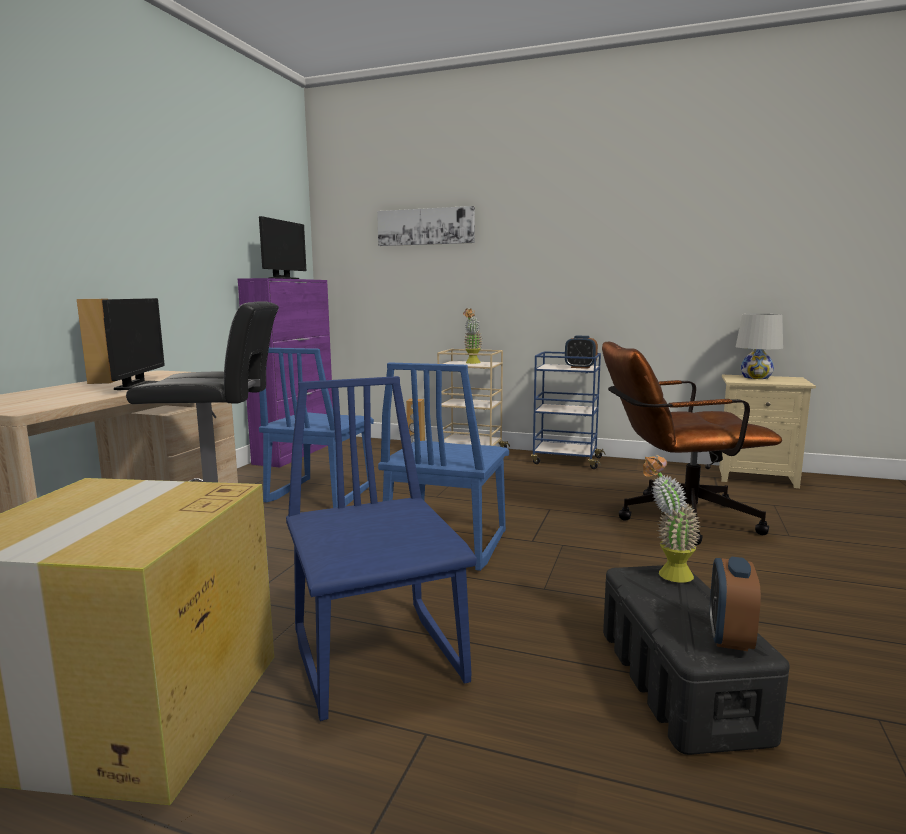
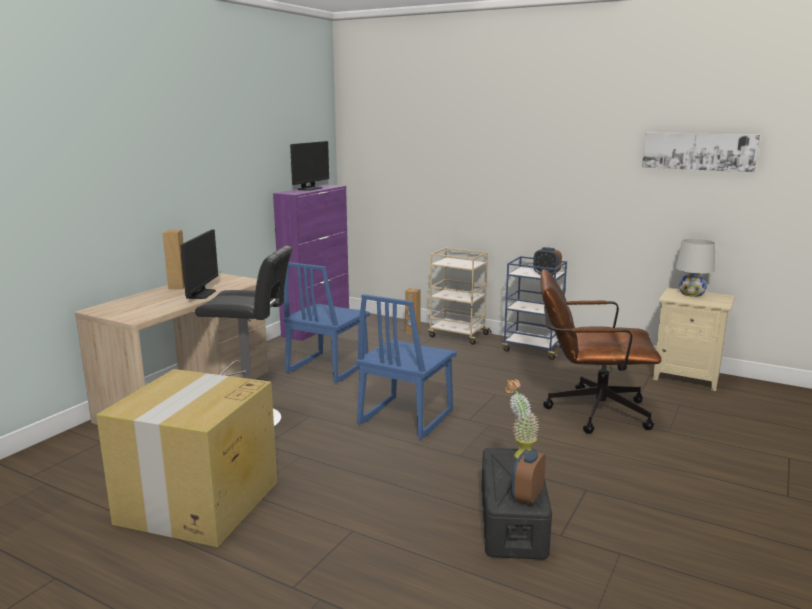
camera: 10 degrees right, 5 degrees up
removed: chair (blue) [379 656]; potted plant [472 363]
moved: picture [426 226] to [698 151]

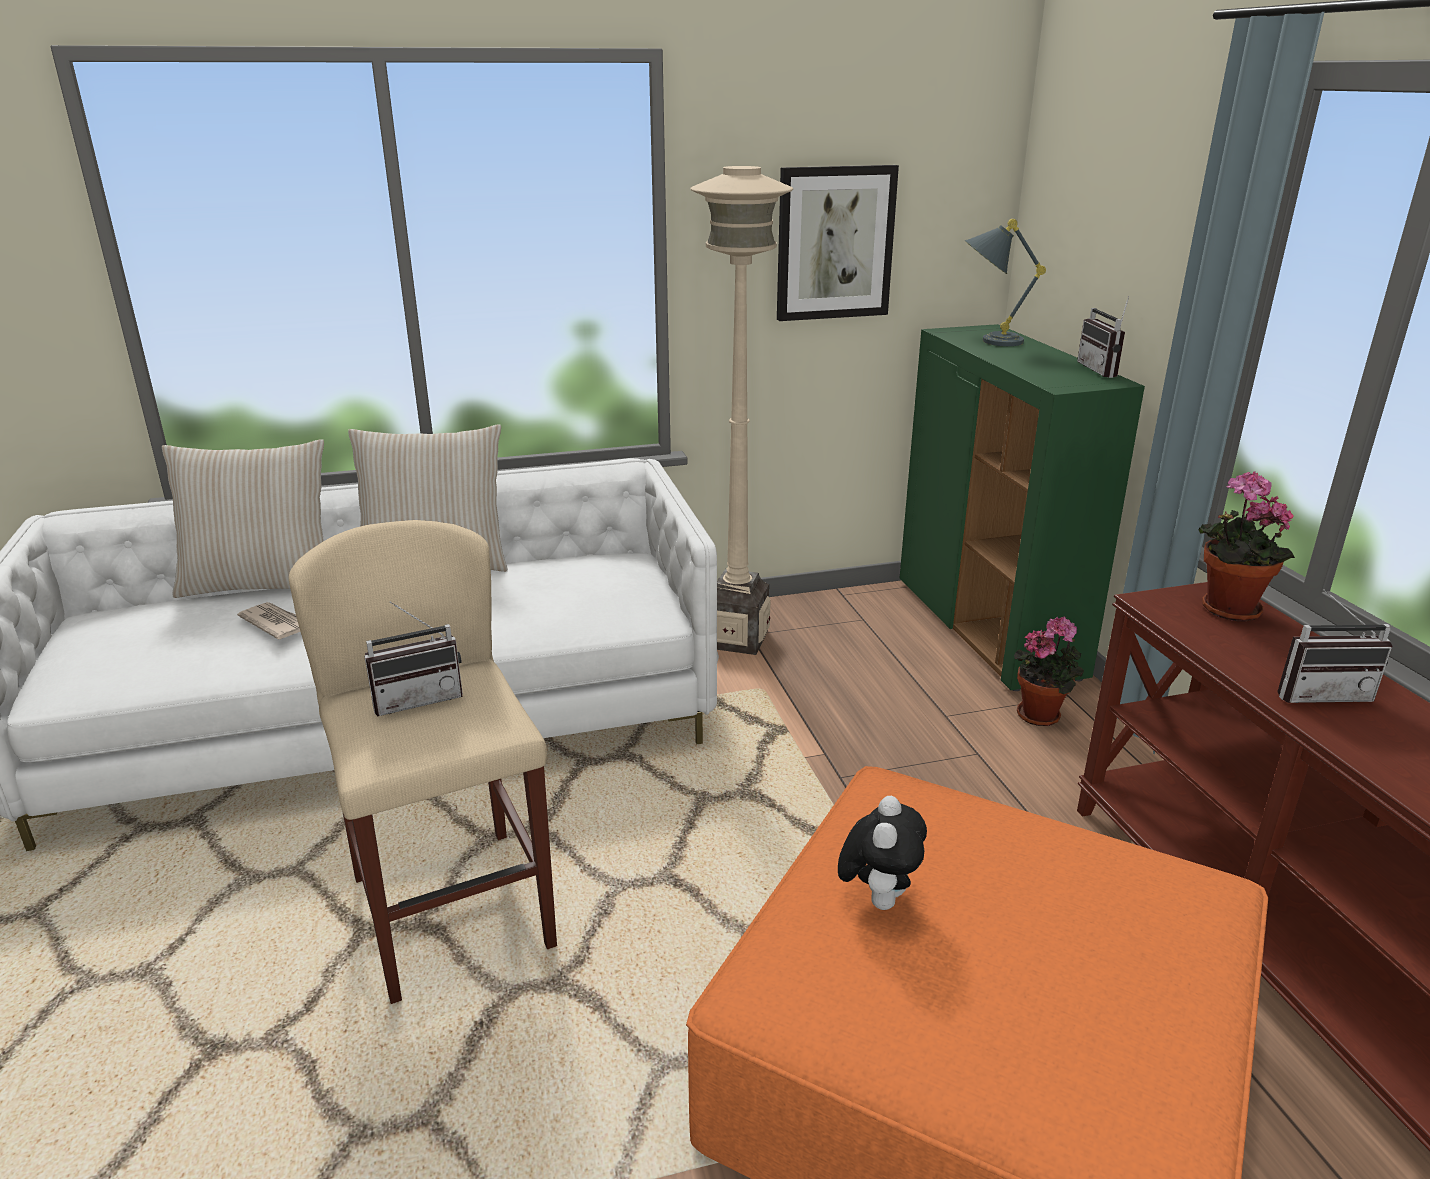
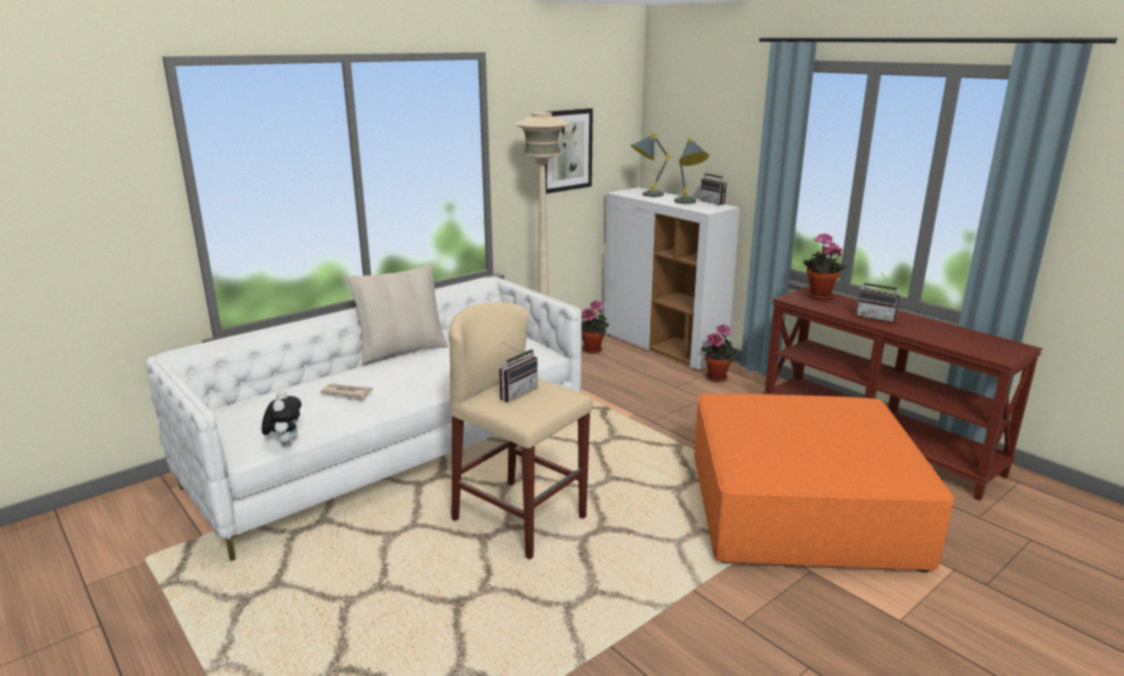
camera: 25 degrees left, 5 degrees down
removed: pillow (beige) [262 583]
added: potted plant [593 350]; table lamp (grey) [688 203]
moved: plush toy [878 898] to [286 443]
recoloured: cabinet (green) [988 629] to cabinet (white) [663 347]
turned: radio [1319 693] = [877 317] 60 degrees clockwise

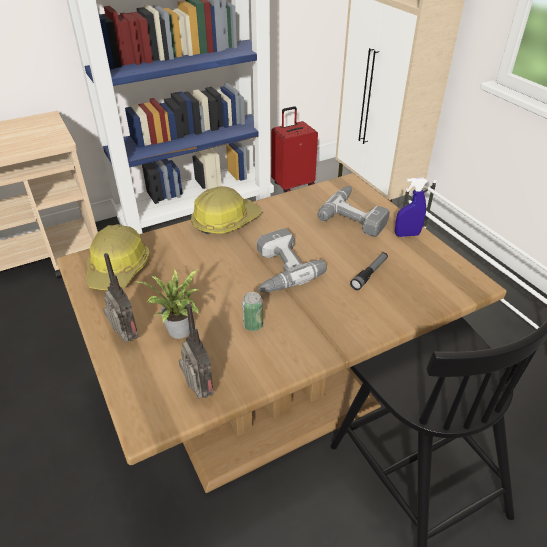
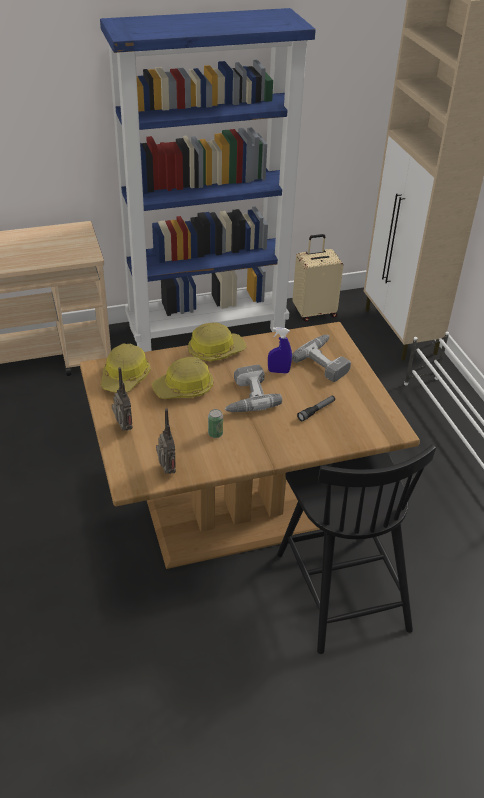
camera: 10 degrees right, 0 degrees up
removed: potted plant [179 332]
added: hard hat [184 388]
moved: spray bottle (blue) [407 235] to [278 371]
recoloured: suitcase (red) [293 184] to suitcase (beige) [314 312]

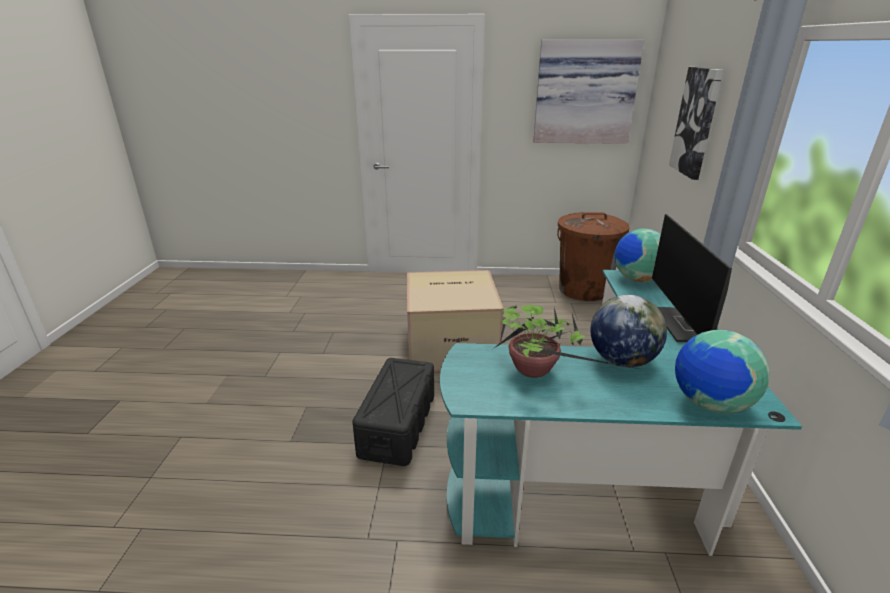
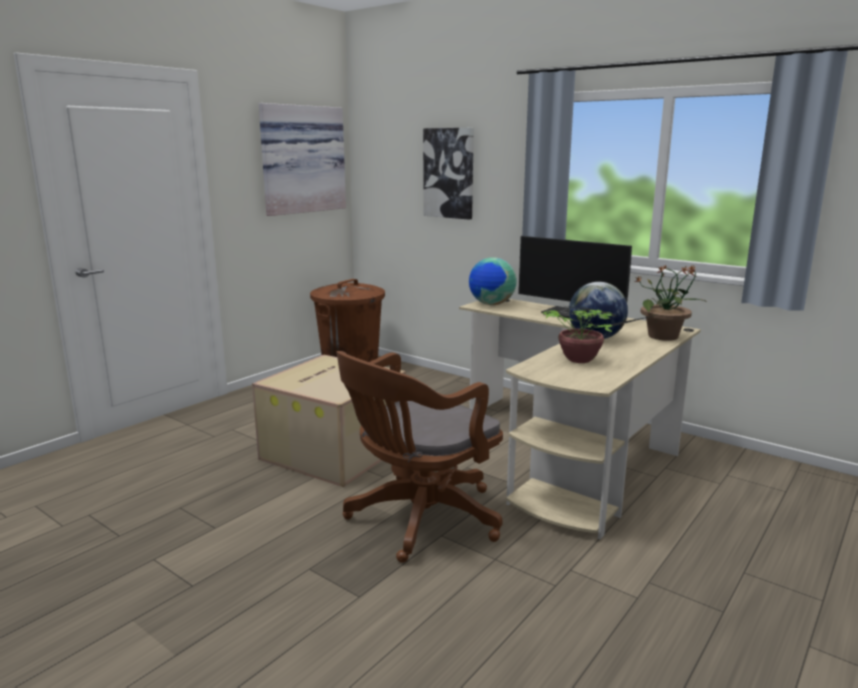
camera: 55 degrees left, 10 degrees down
replaced: storage box (black) [398 424] to office chair (brown) [418 520]; globe [709 404] to potted plant [664 336]
recoloured: desk (turquoise) [603 466] to desk (beige) [573 453]

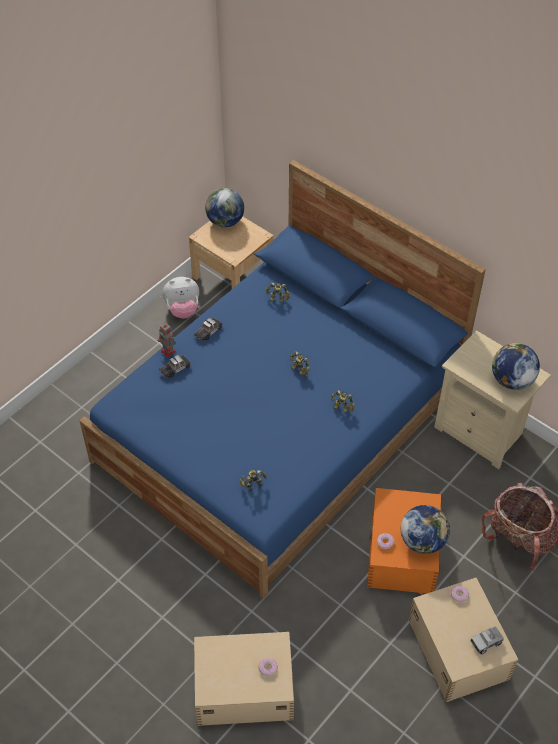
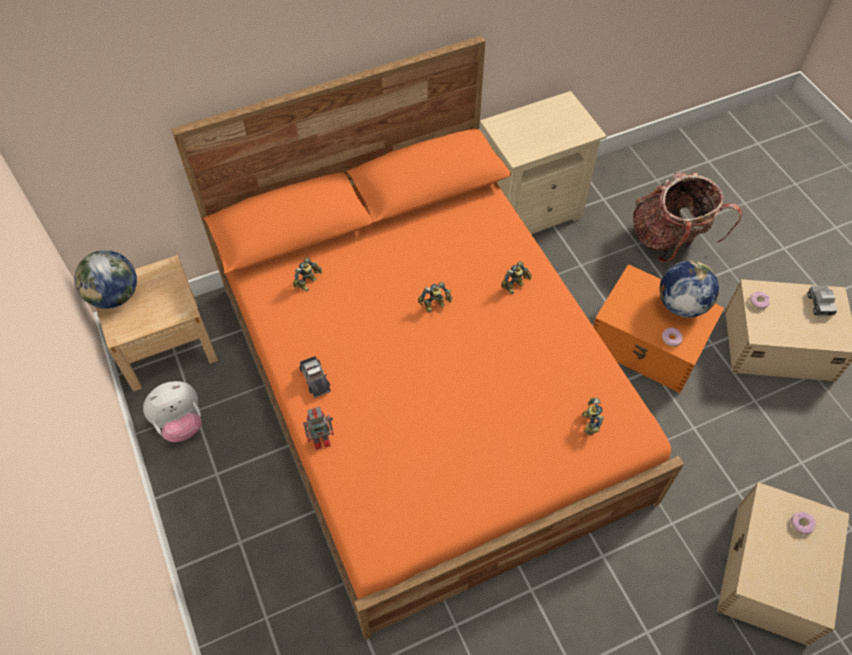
camera: 65 degrees left, 5 degrees up
removed: toy car [175 368]; globe [511 380]
recoloured: bed (blue) [280 425] to bed (orange) [426 387]
turned: plush toy [183 310] = [180 423] 45 degrees clockwise

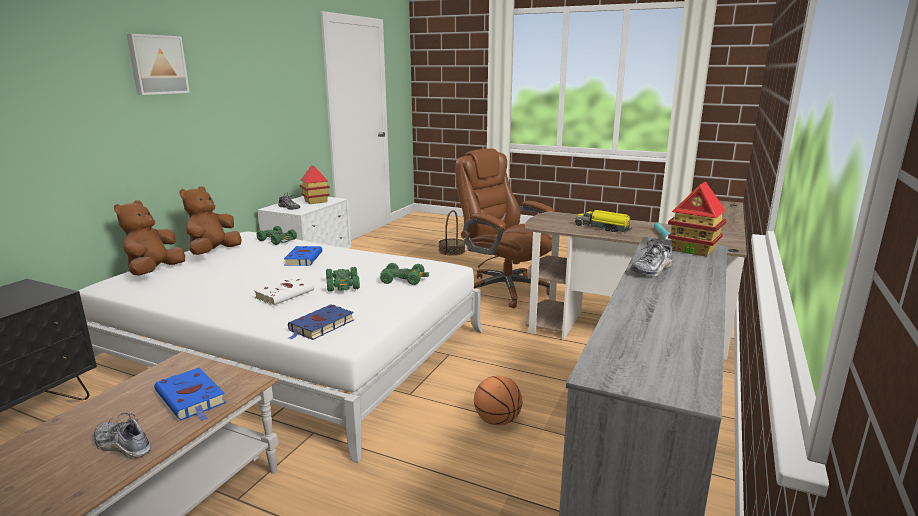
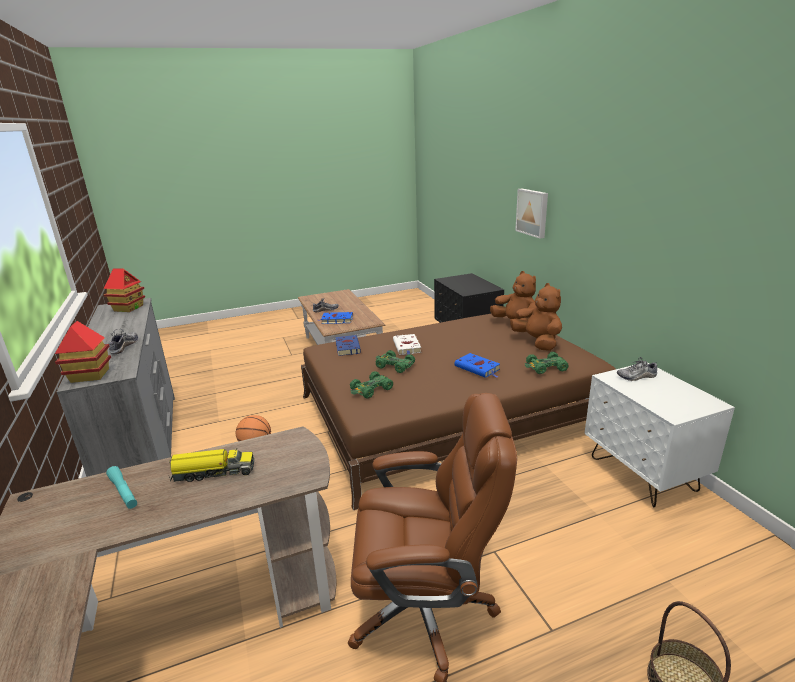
camera: 135 degrees right, 5 degrees up
moved: picture [157 64] to [533 212]; toy house [315 201] to [128 308]
recoloured: bed (white) [292 348] to bed (brown) [448 413]

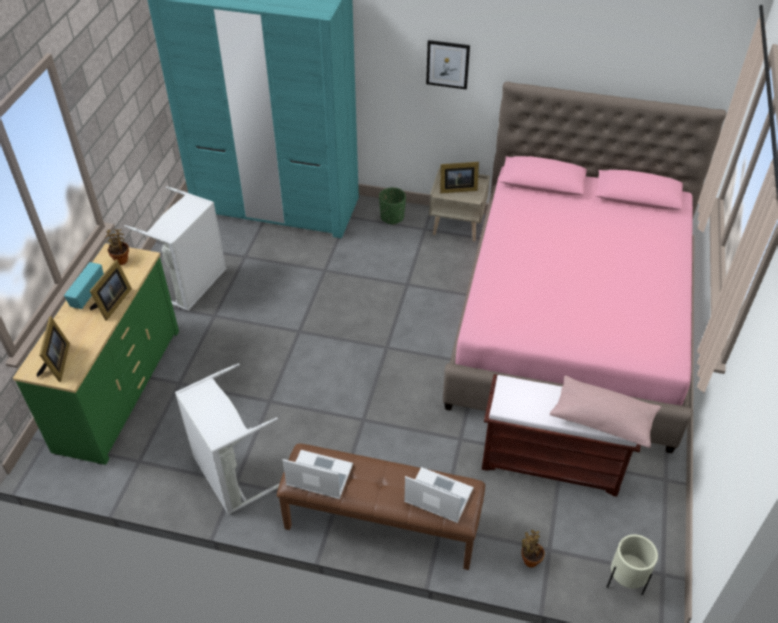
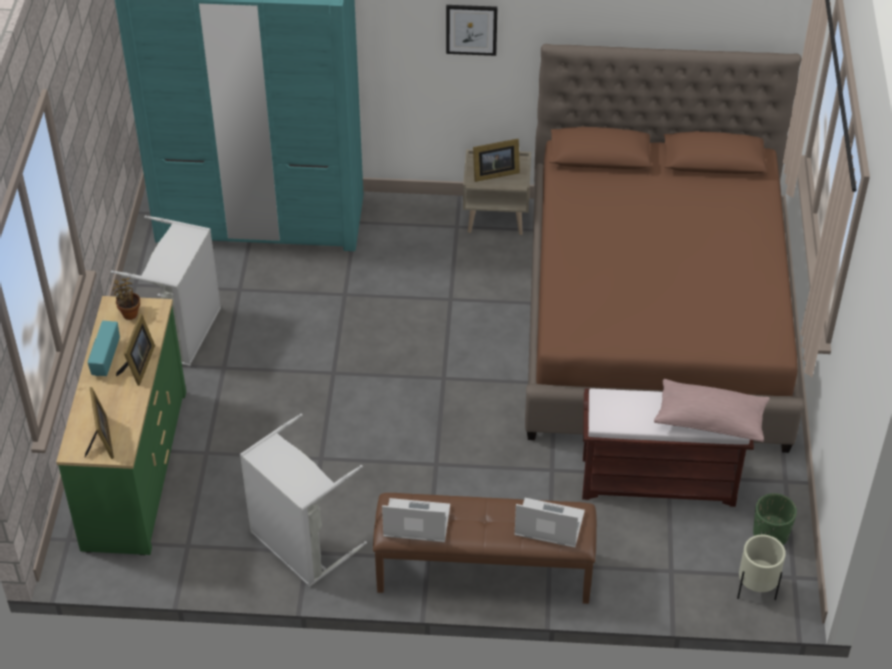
camera: 10 degrees left, 0 degrees up
removed: potted plant [530 559]
moved: planter (green) [392 217] to [770 534]
recoloured: bed (pink) [571 322] to bed (brown) [655 320]

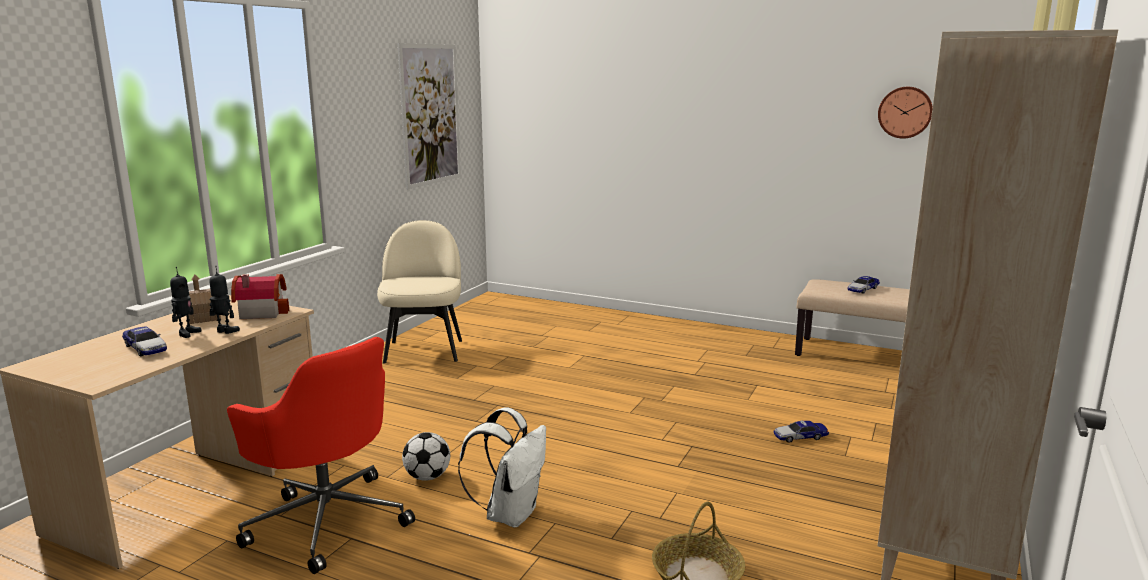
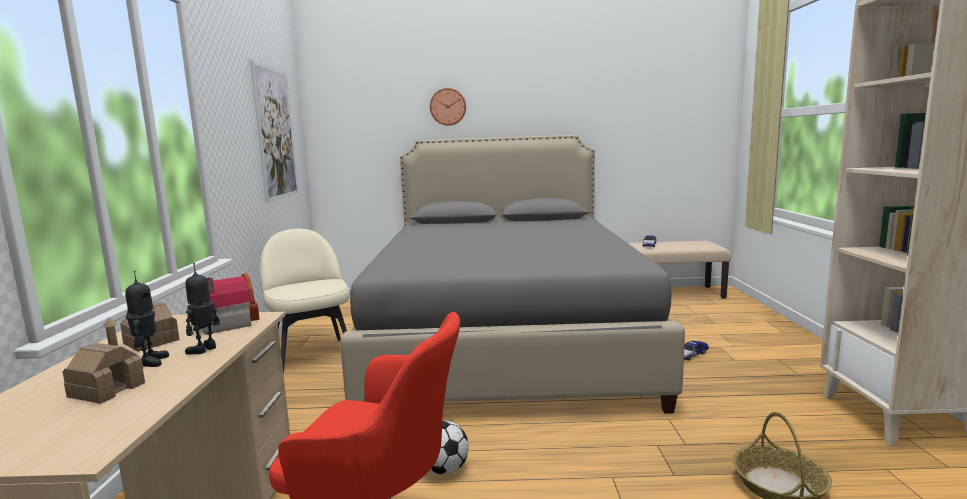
camera: 25 degrees left, 5 degrees down
removed: backpack (white) [510 513]
added: bed (grey) [505 338]
moved: wall clock [905 112] to [448 107]
replaced: toy car [145 348] to toy house [107 390]
turned: toy robot [225 331] = [205 350] 60 degrees counterclockwise

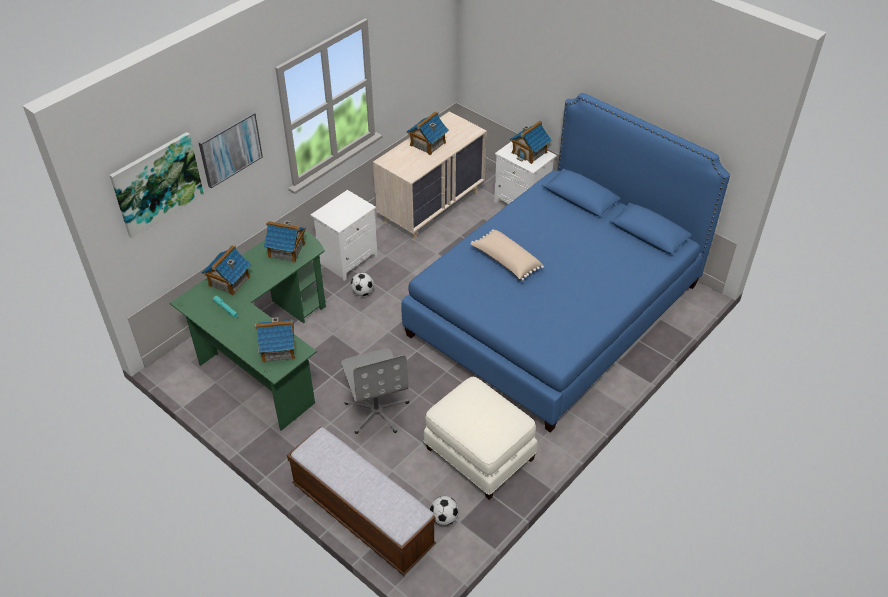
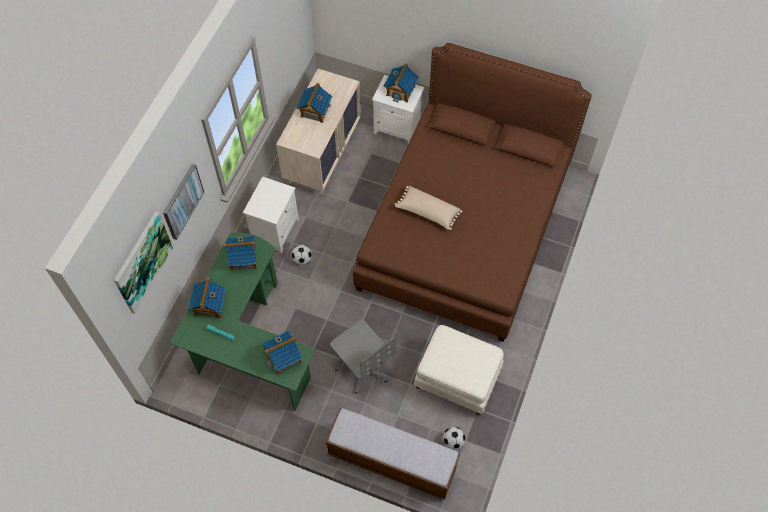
camera: 20 degrees left, 15 degrees up
recoloured: bed (blue) [555 309] to bed (brown) [464 227]

